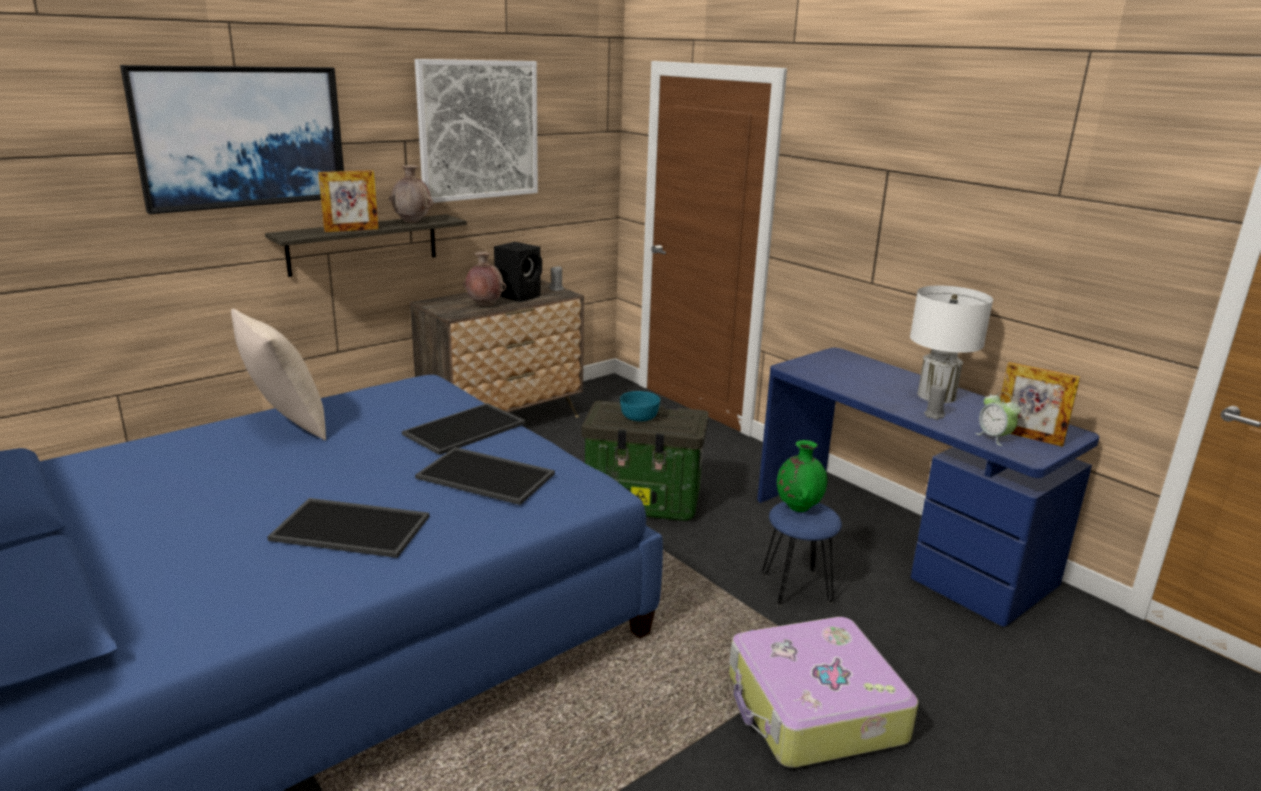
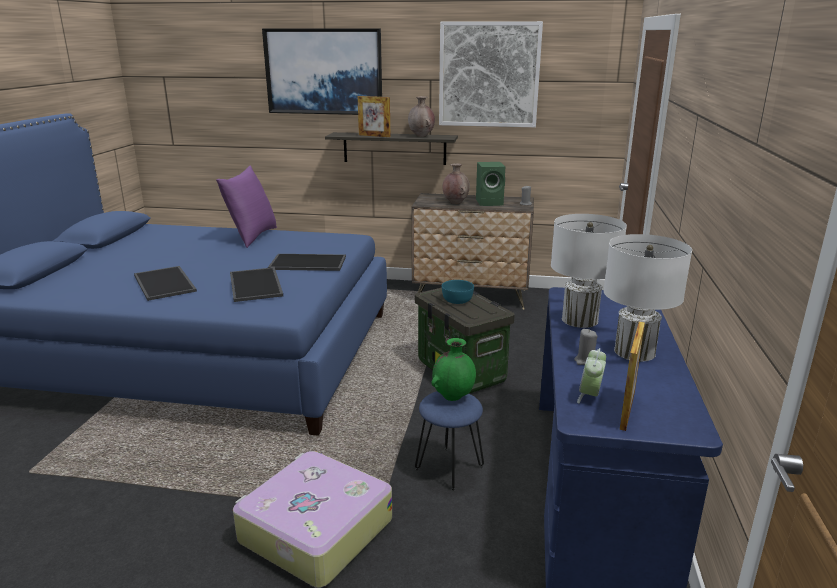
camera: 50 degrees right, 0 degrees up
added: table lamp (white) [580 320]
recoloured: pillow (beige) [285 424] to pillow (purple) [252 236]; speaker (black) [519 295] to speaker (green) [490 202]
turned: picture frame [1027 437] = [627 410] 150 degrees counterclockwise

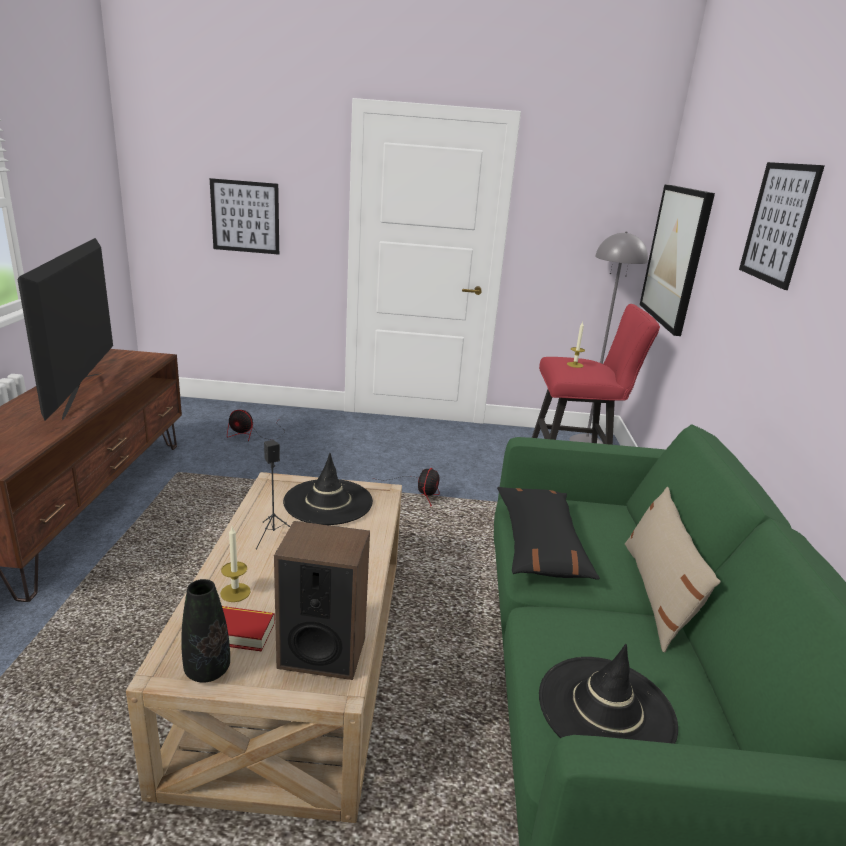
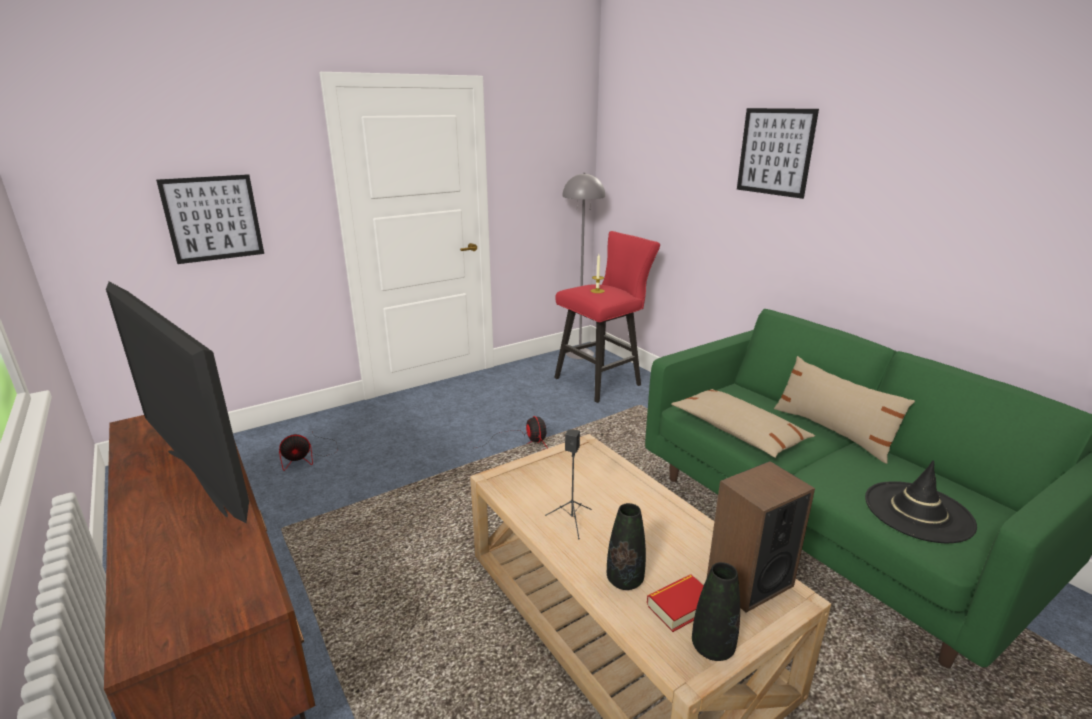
camera: 35 degrees left, 0 degrees up
removed: hat (black) [328 502]; picture [675 256]
replaced: candle [235 592] to vase (black) [624 580]
recoloured: pillow (black) [540 544] to pillow (beige) [737 432]

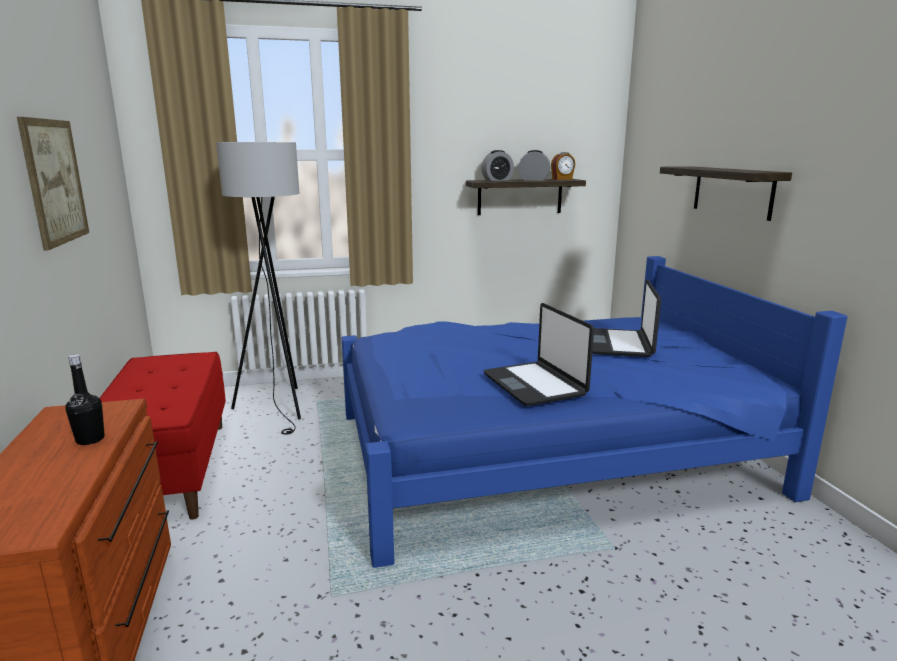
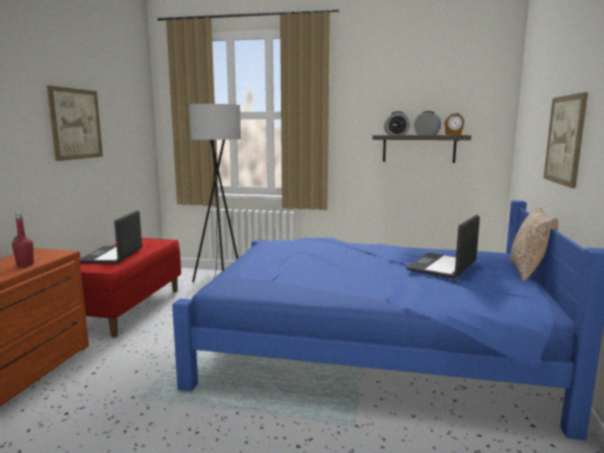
camera: 25 degrees right, 5 degrees down
added: pillow [528 272]
moved: laptop [535 384] to [112 256]
replaced: shelf [732 191] to picture [564 140]
recoloured: bottle (black) [90 439] to bottle (red) [25 264]

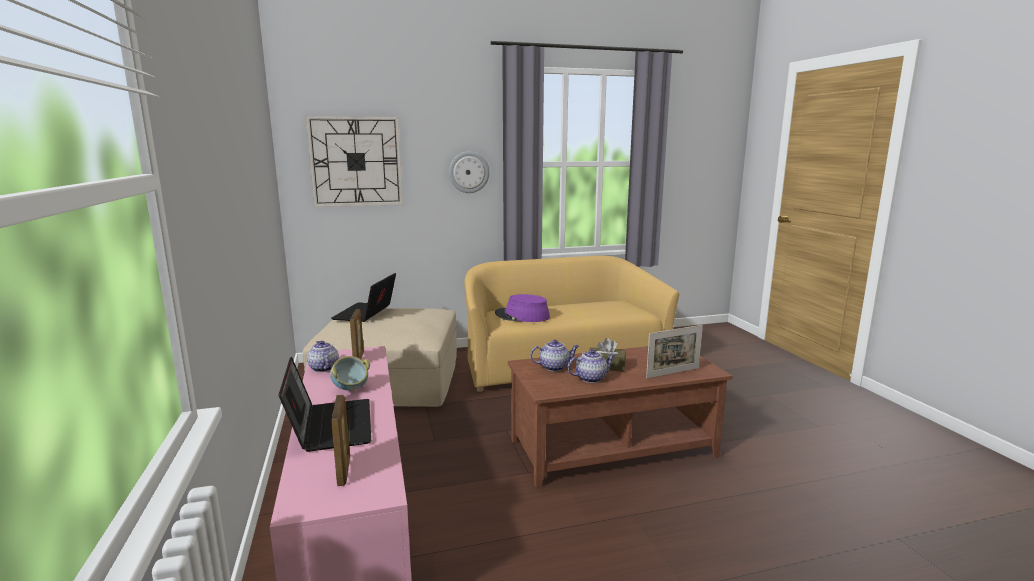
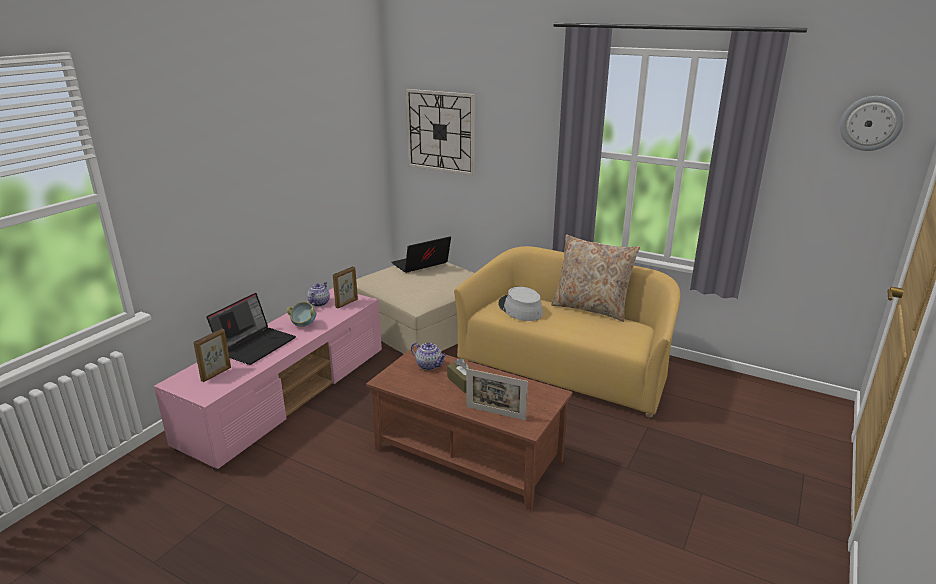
camera: 45 degrees right, 10 degrees up
removed: teapot [591 378]
added: pillow (beige) [591 308]
moved: wall clock [469 172] to [871 123]
recoloured: hat (purple) [522 316] to hat (grey) [520 309]

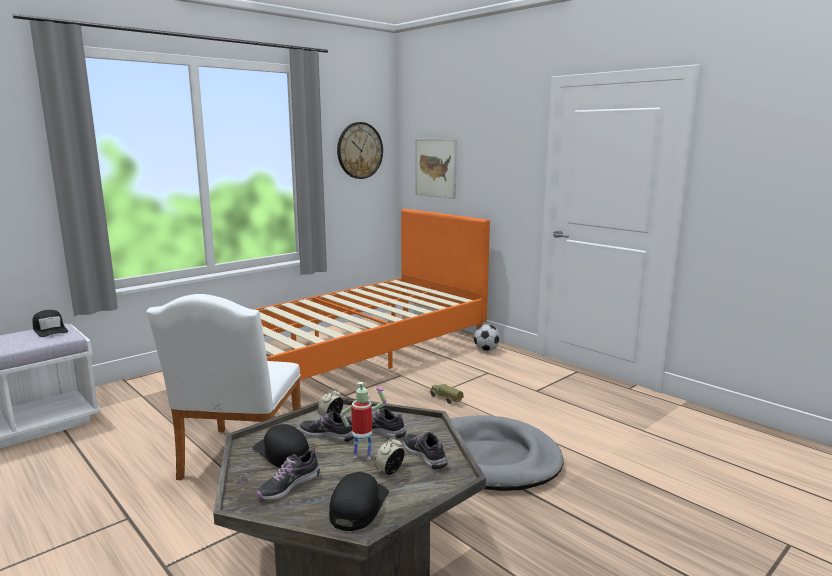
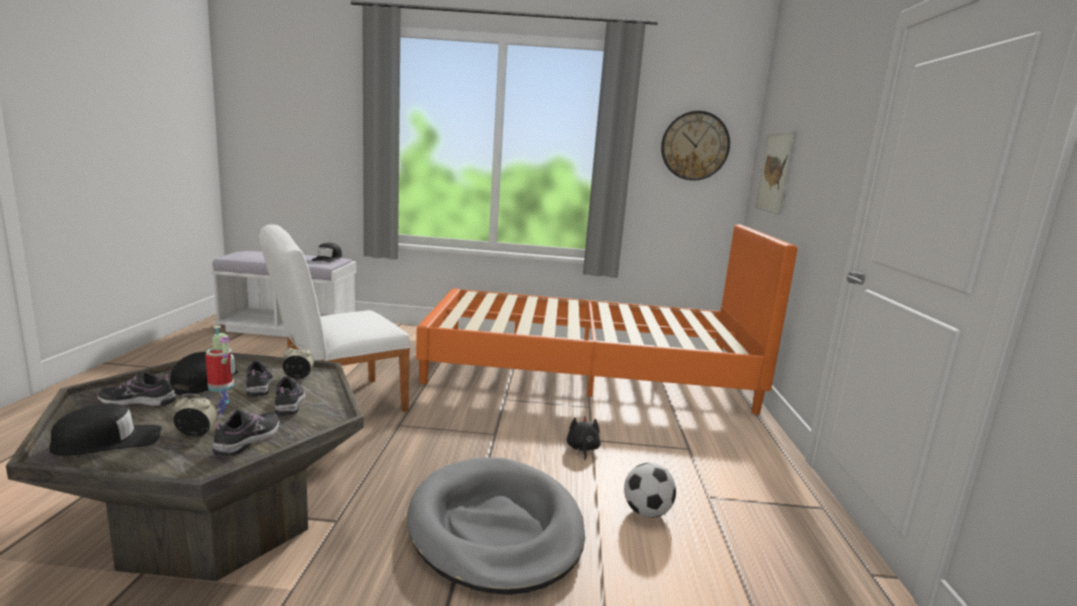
camera: 45 degrees right, 0 degrees up
moved: football [486 350] to [646 512]
replaced: toy truck [445 399] to plush toy (black) [582 449]

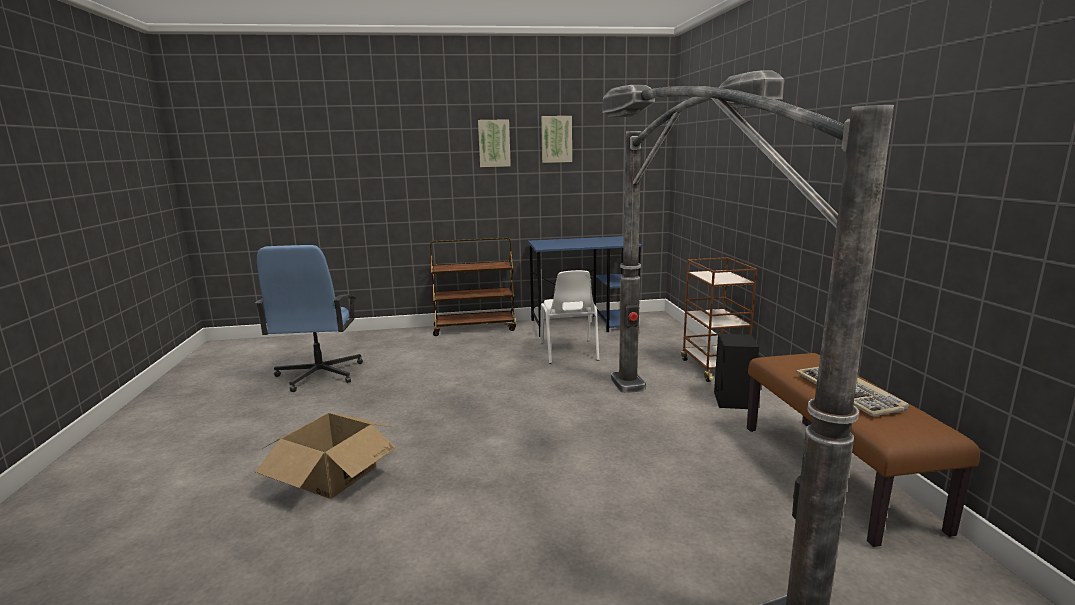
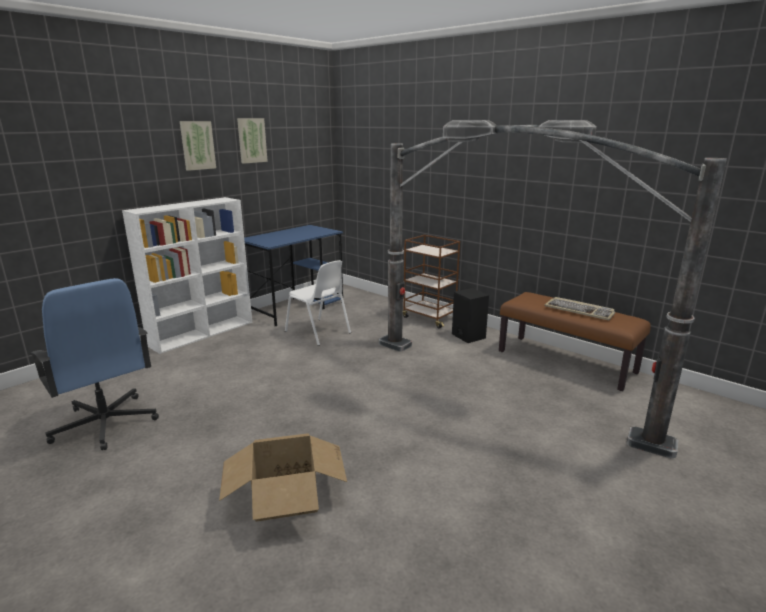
camera: 40 degrees left, 5 degrees up
replaced: cart (brown) [475 328] to bookcase (white) [203 333]

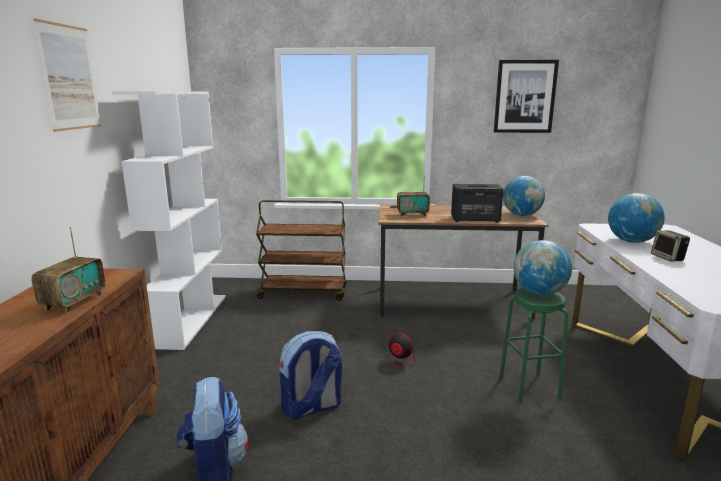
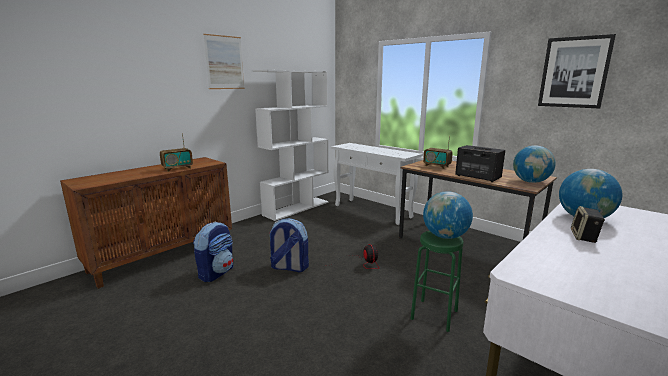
camera: 40 degrees right, 0 degrees up
replaced: cart (brown) [304 292] to console table (white) [373 211]

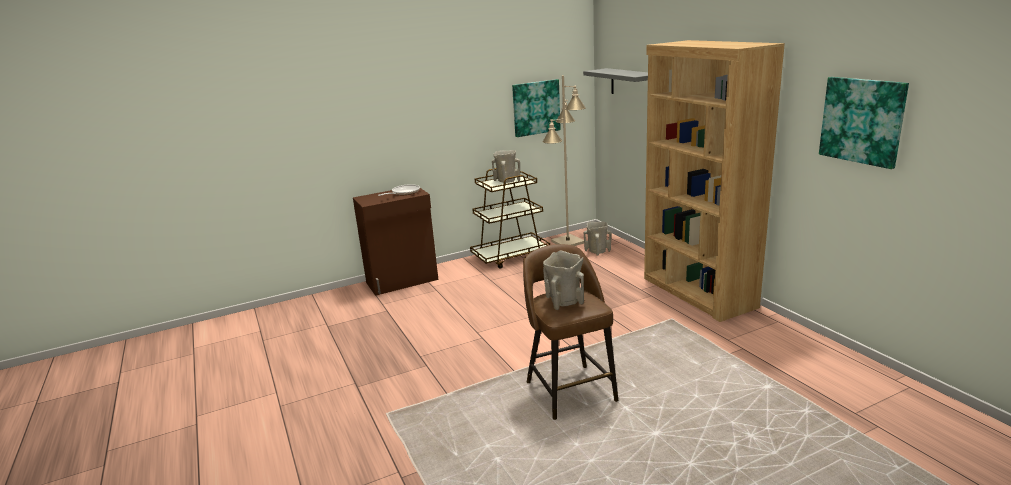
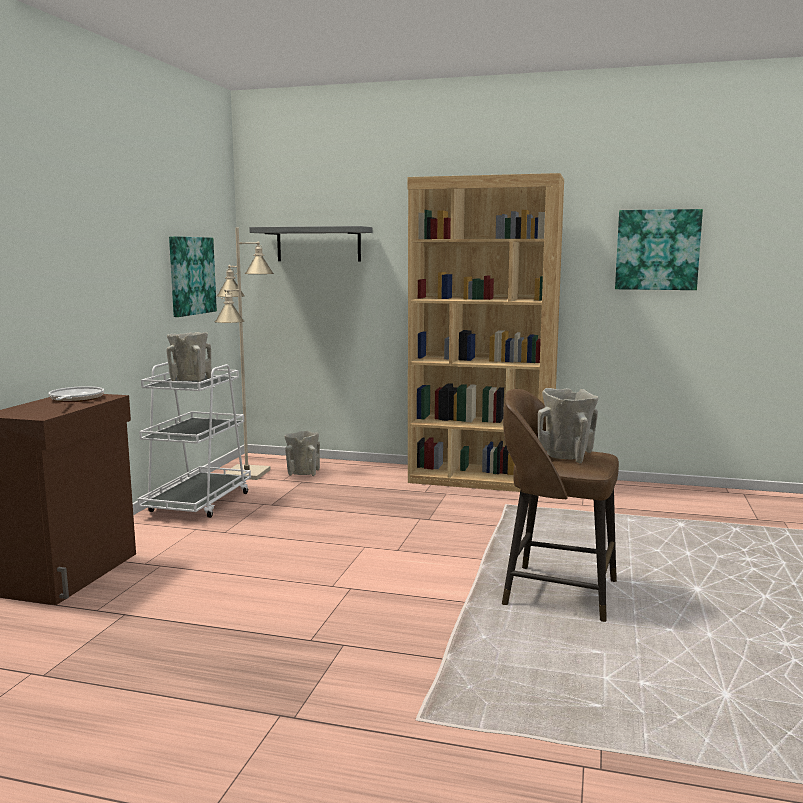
camera: 50 degrees left, 10 degrees down
recoloured: cart (brown) [511 256] to cart (white) [198 503]

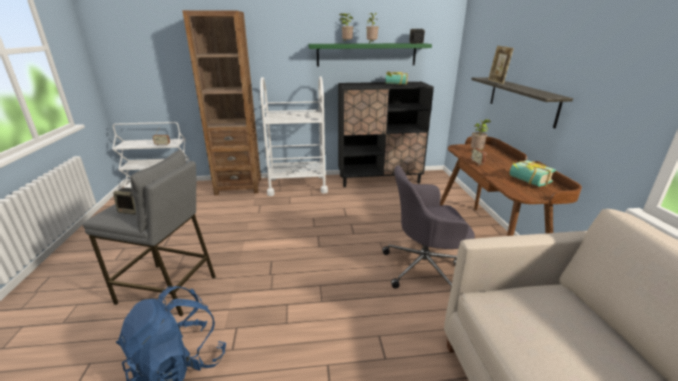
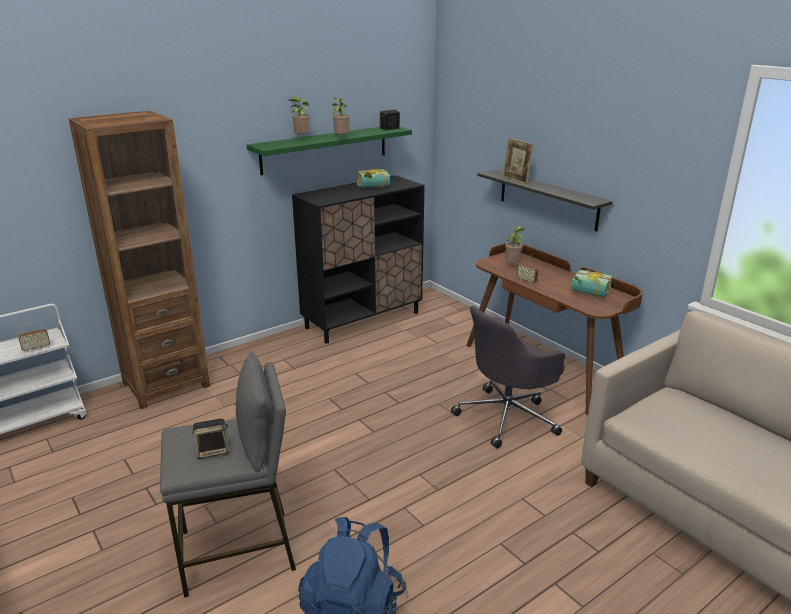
camera: 30 degrees left, 0 degrees up
removed: cart (white) [297 185]

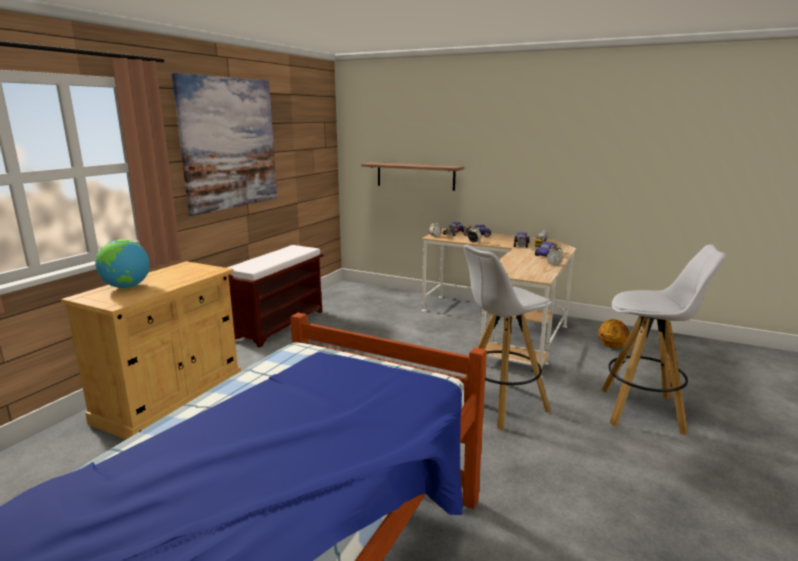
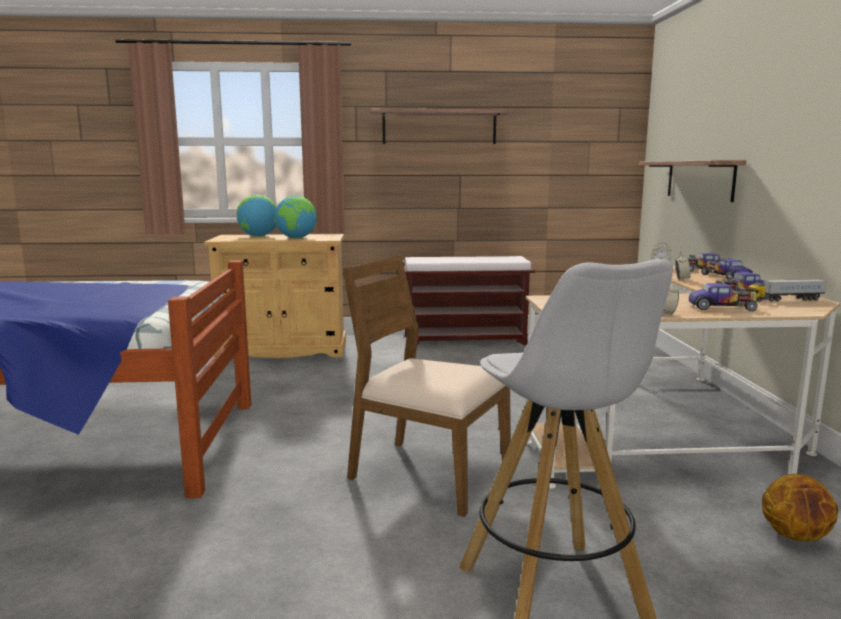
camera: 60 degrees right, 5 degrees down
added: globe [296 238]
replaced: picture [229 143] to shelf [439 127]; stool (white) [500 404] to chair (brown) [427 473]

